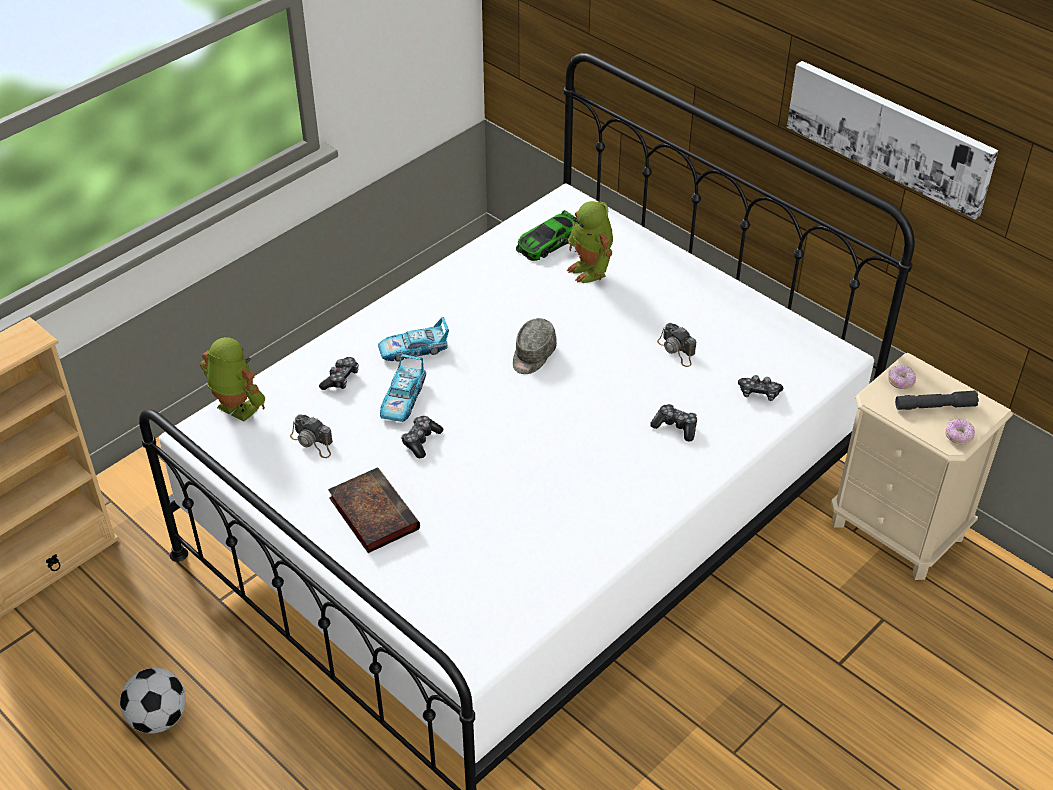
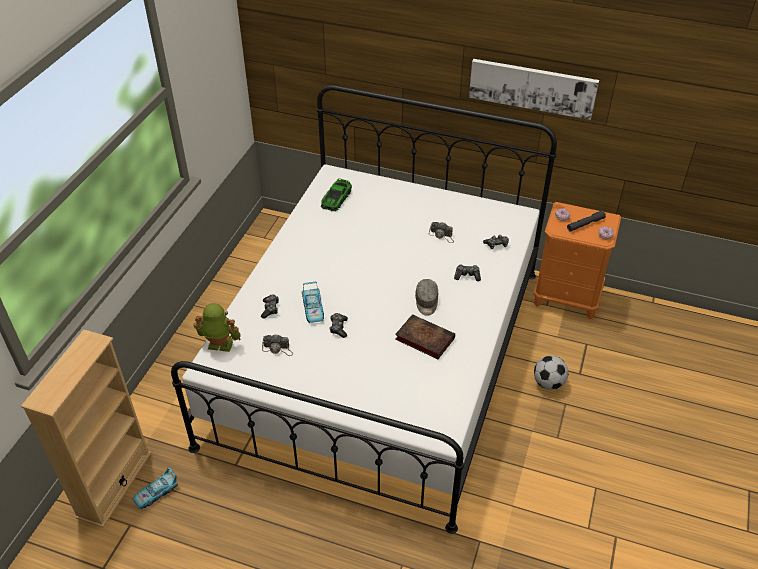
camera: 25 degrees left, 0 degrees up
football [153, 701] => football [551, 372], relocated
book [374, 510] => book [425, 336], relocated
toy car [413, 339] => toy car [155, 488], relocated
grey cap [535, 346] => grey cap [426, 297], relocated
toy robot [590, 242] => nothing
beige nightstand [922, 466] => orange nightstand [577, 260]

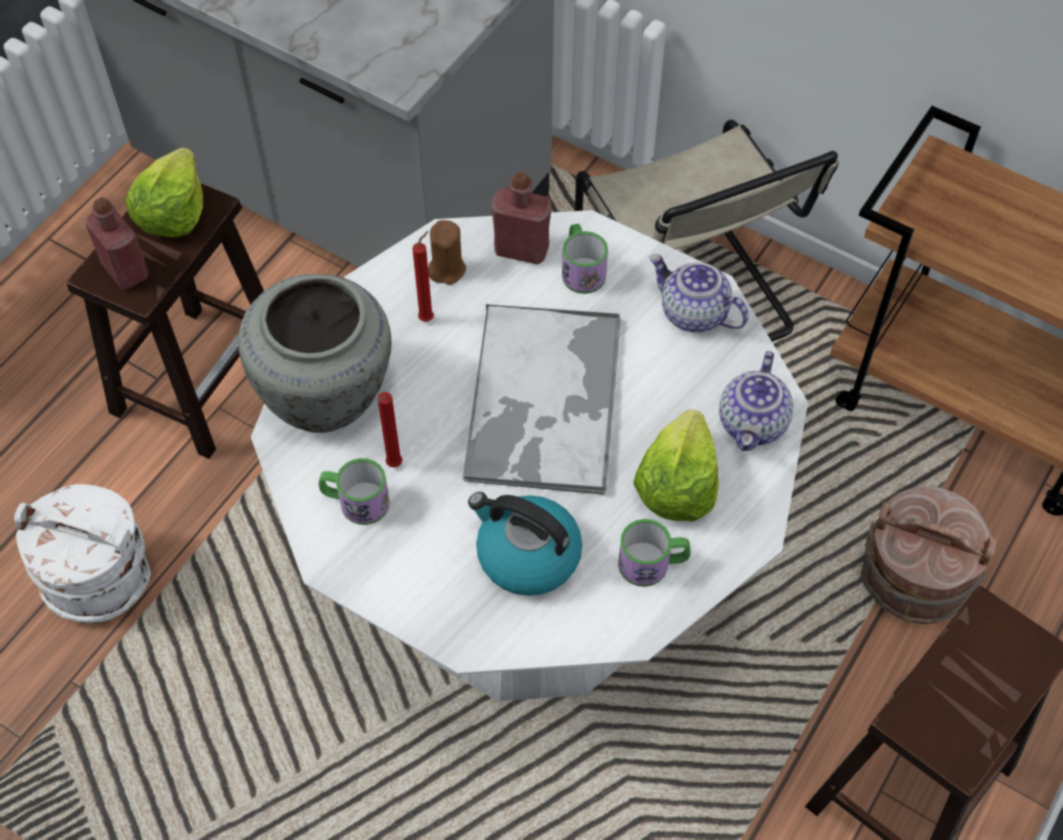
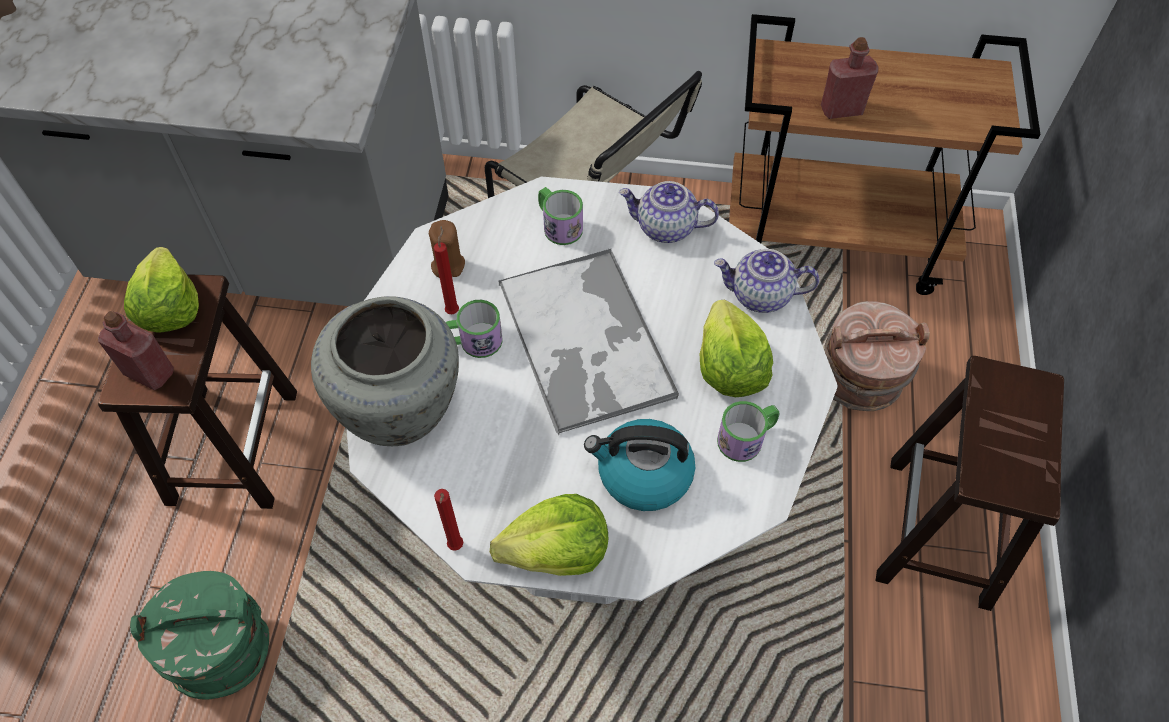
camera: 25 degrees left, 0 degrees up
white bucket [82, 553] => green bucket [199, 635]
mug [354, 491] => mug [474, 329], relocated
red candle [390, 429] => red candle [449, 520], relocated
red bottle [521, 218] => red bottle [850, 78], relocated
teapot [756, 401] => teapot [766, 281], 105 degrees clockwise
nothing => lettuce [549, 535]

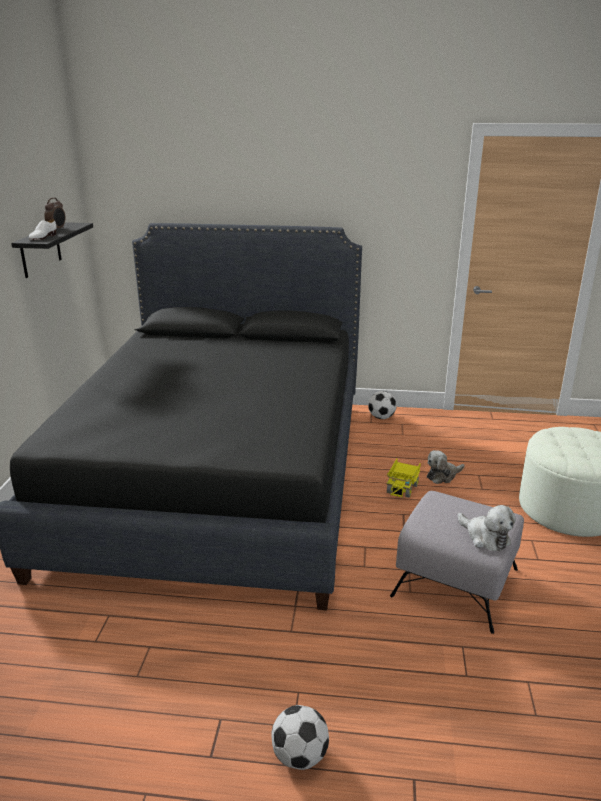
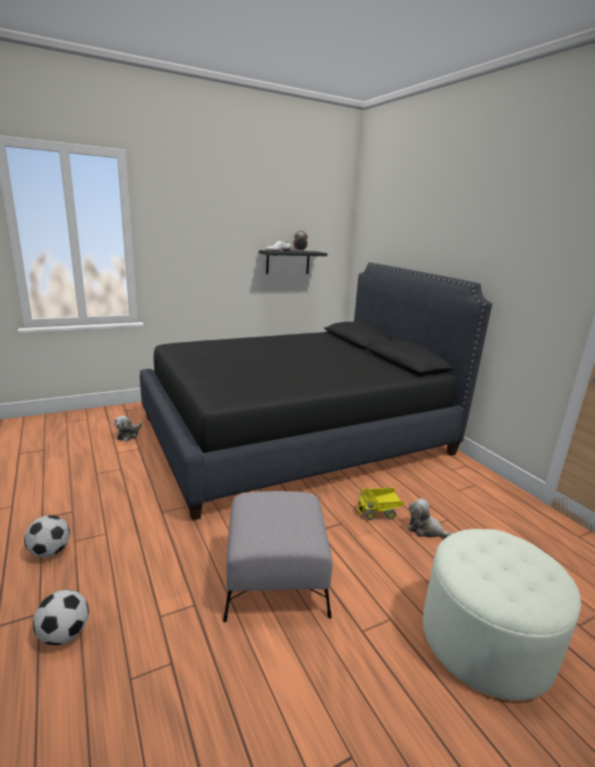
camera: 55 degrees right, 5 degrees down
football [382, 405] => football [61, 617], relocated
plush toy [487, 528] => plush toy [128, 429], relocated

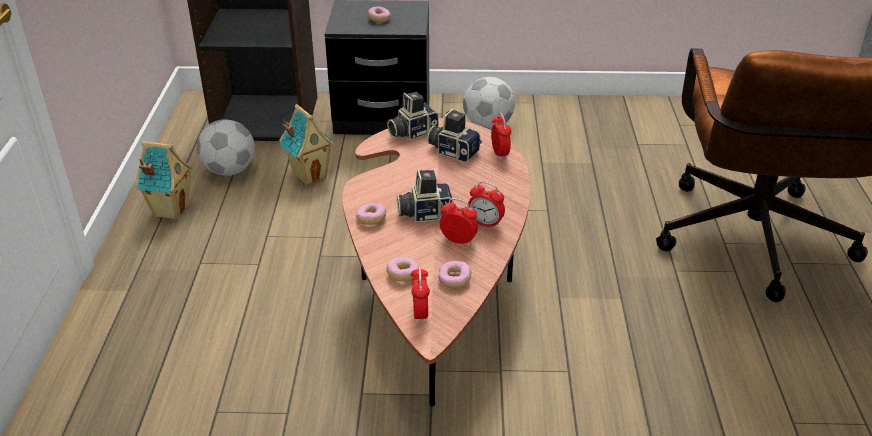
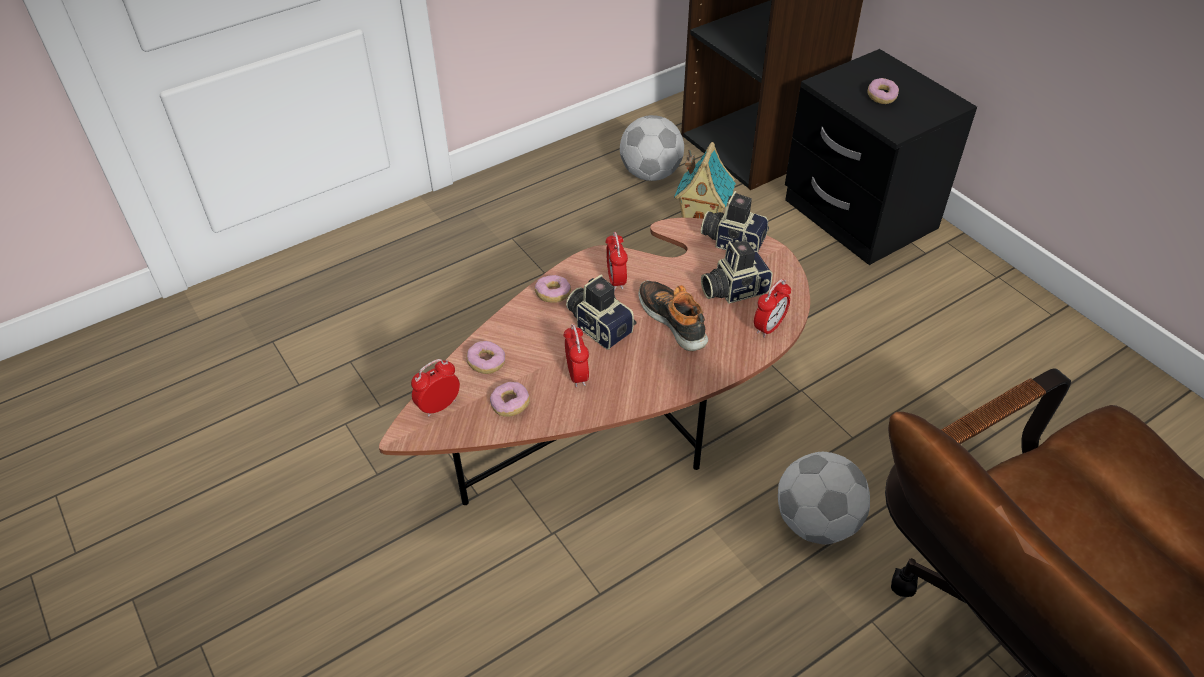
camera: 55 degrees right, 10 degrees up
toy house [163, 180] => nothing
photo camera [454, 135] => photo camera [737, 272], 105 degrees counterclockwise
football [489, 103] => football [824, 498], relocated
alarm clock [486, 205] => alarm clock [616, 261], relocated
nothing => shoe [673, 315]

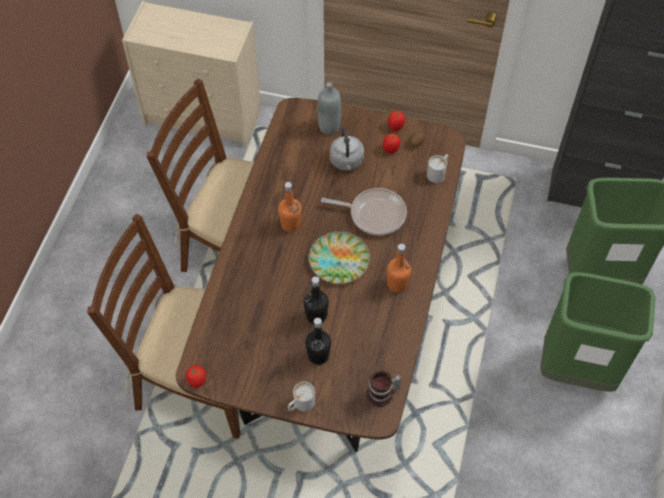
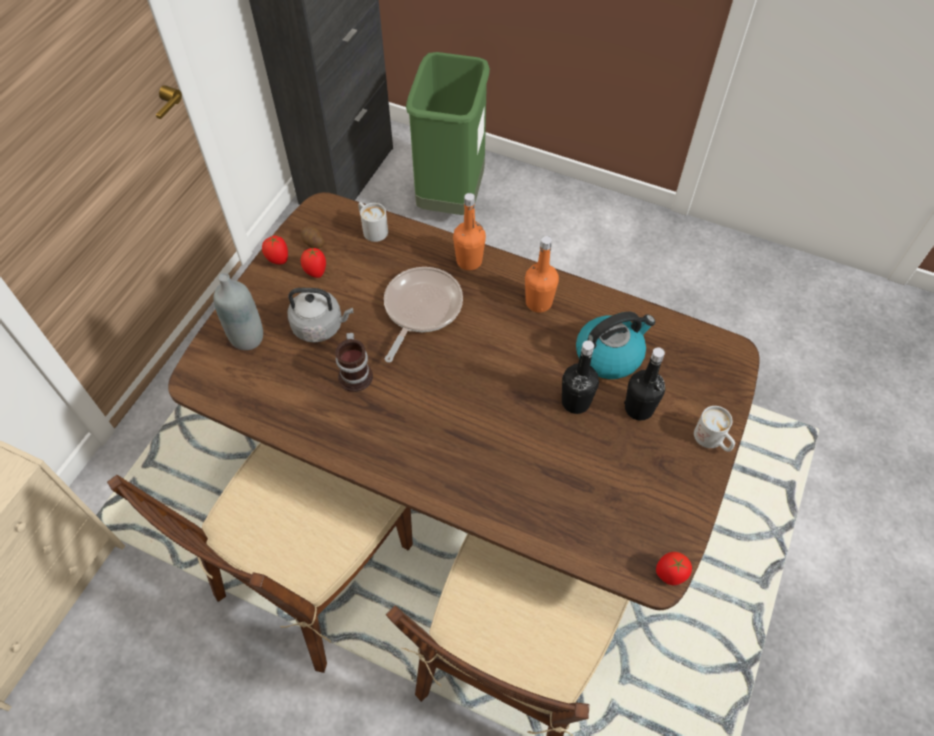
camera: 80 degrees left, 0 degrees up
orange bottle [290, 207] => orange bottle [469, 231], relocated
plate [339, 257] => nothing
mug [384, 389] => mug [354, 362], relocated
green trash can [597, 332] => nothing
nothing => kettle [615, 345]

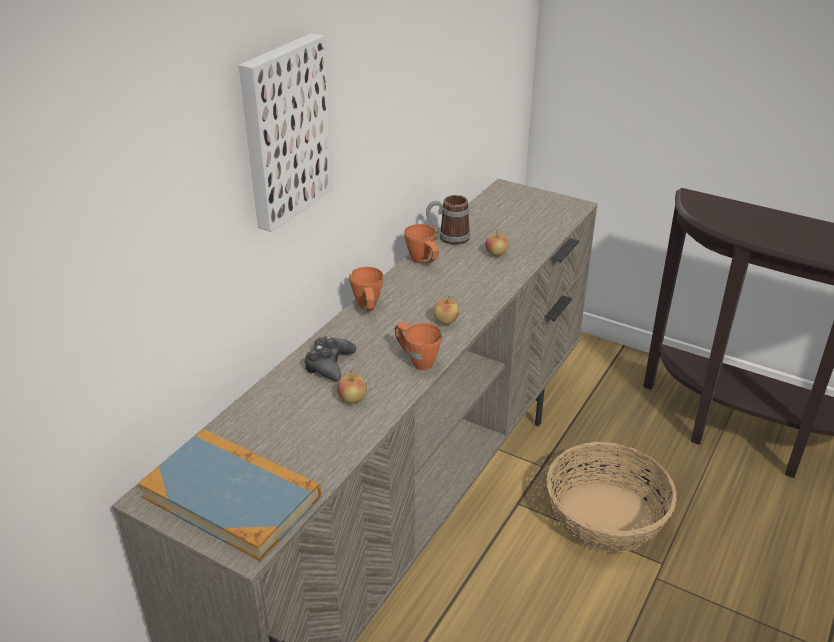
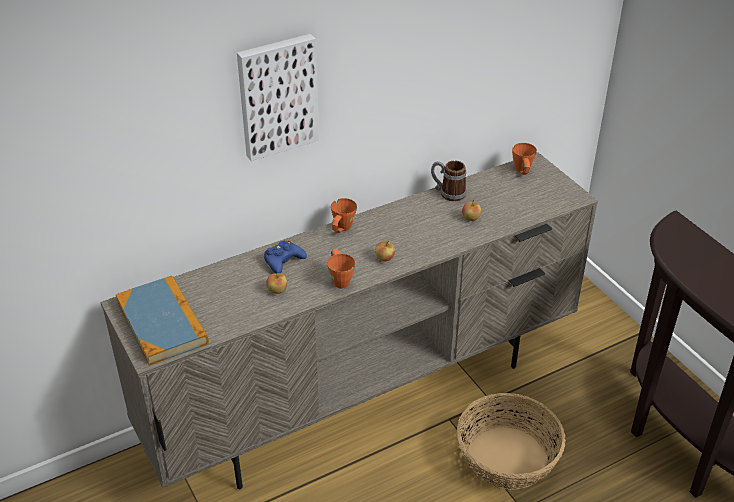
camera: 30 degrees right, 5 degrees up
black game controller [330, 358] => blue game controller [285, 256]
orange mug [421, 243] => orange mug [524, 159], relocated

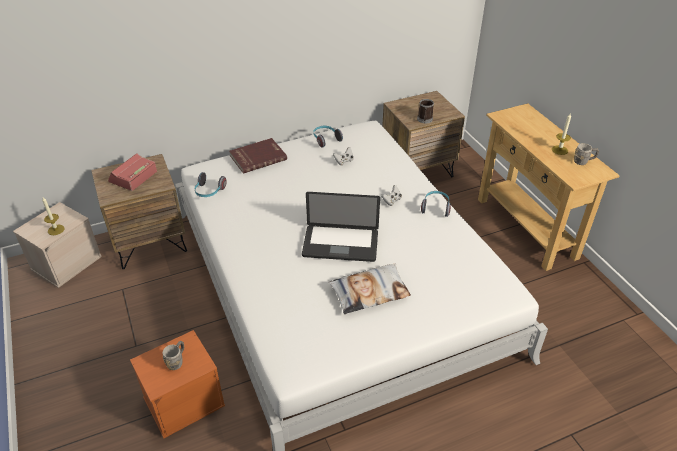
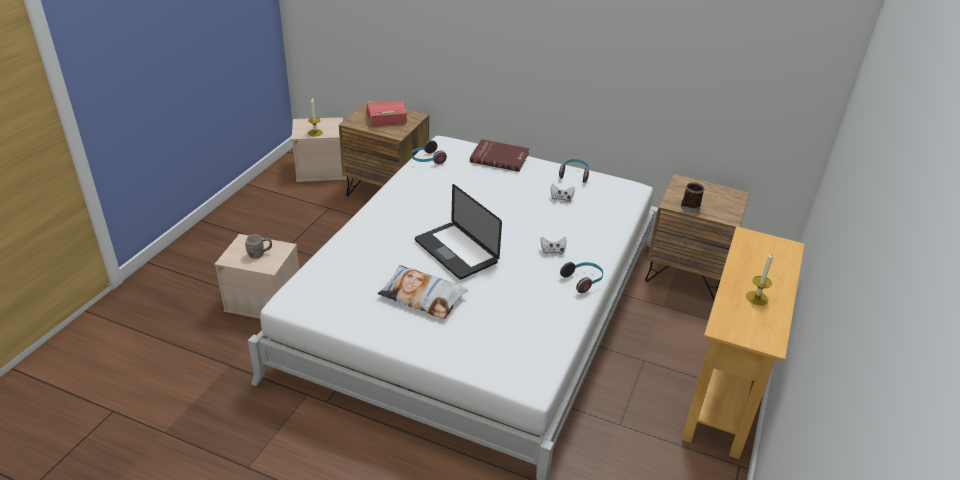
camera: 45 degrees right, 5 degrees down
orange storage box [177, 384] => beige storage box [256, 276]
grey mug [586, 154] => nothing

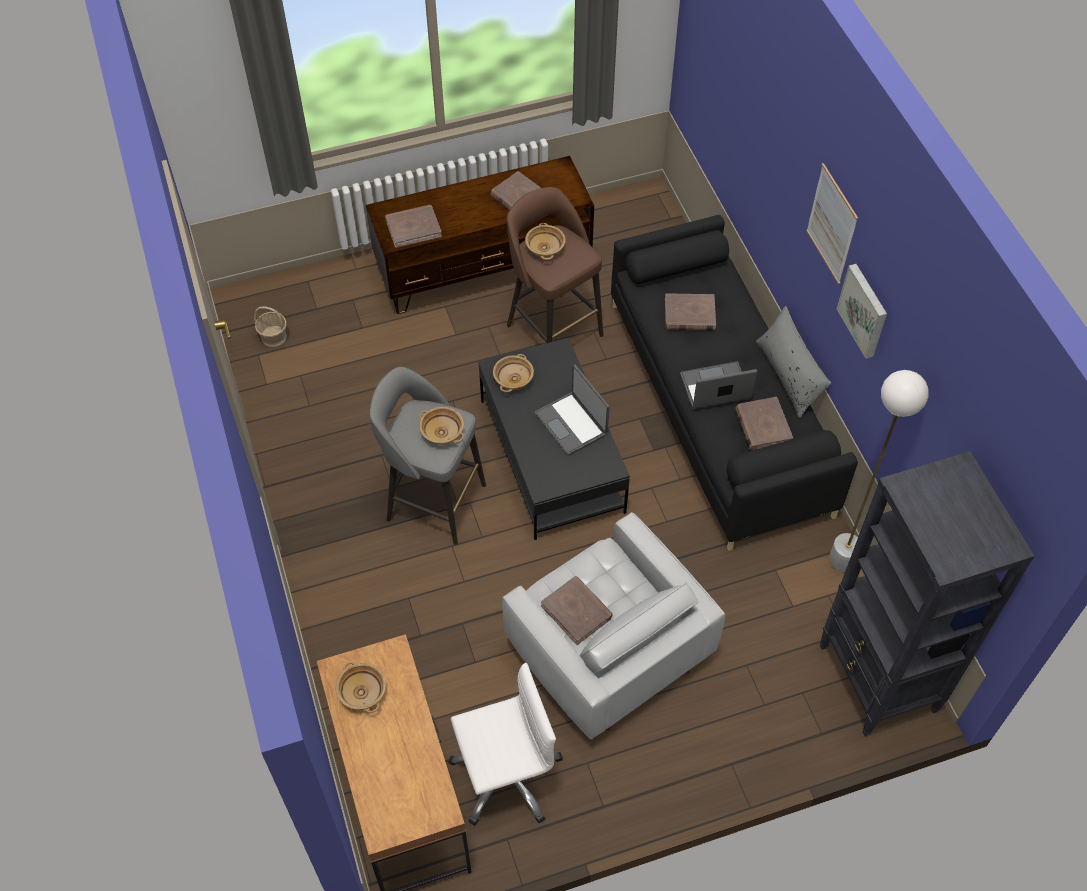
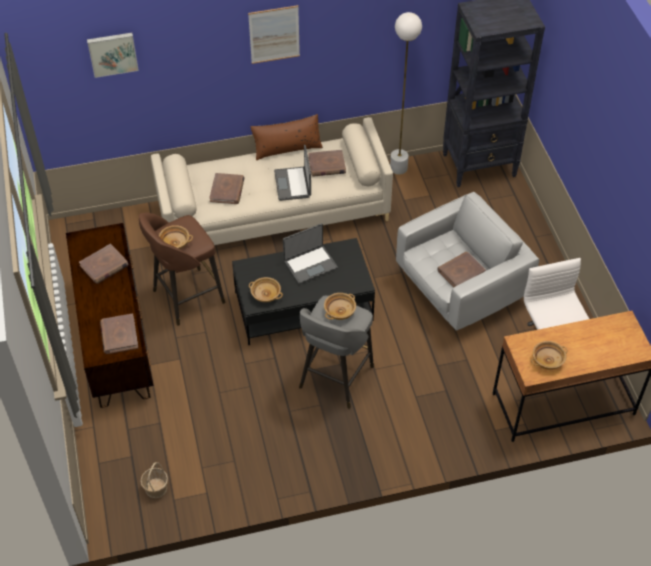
camera: 85 degrees left, 5 degrees down
black sofa [734, 383] => beige sofa [272, 181]
grey pillow [793, 362] => brown pillow [286, 137]
picture [862, 311] => picture [113, 55], relocated

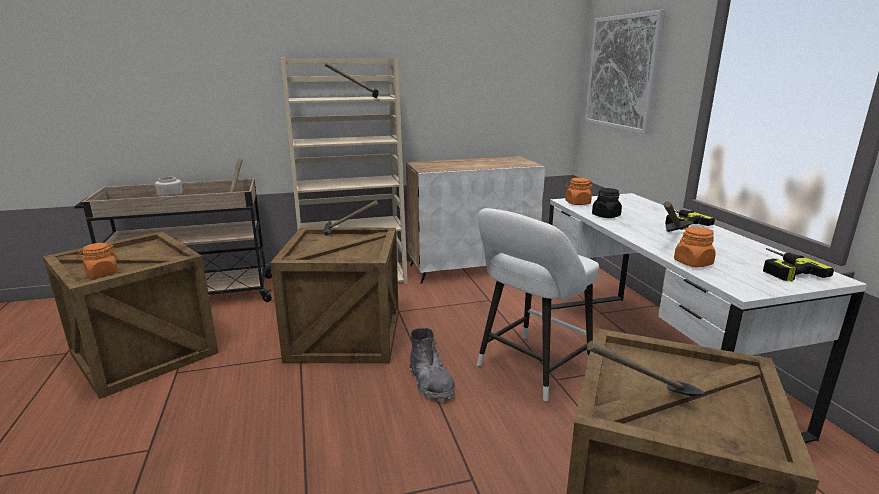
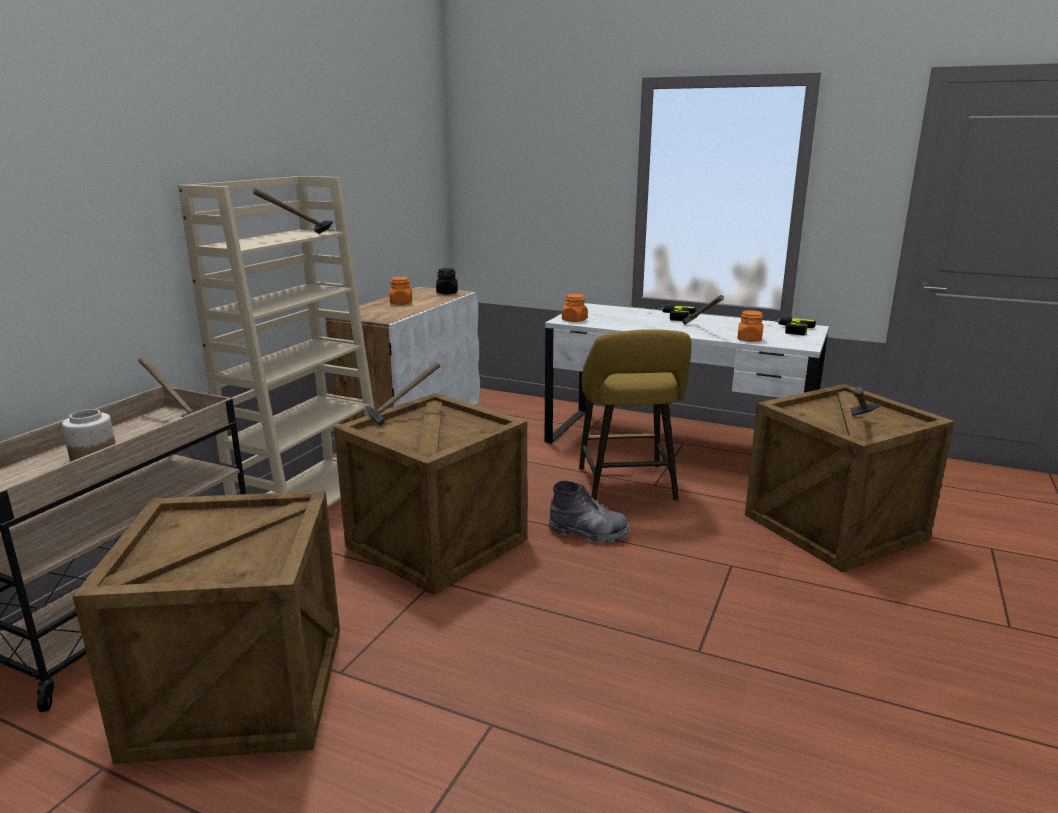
camera: 50 degrees left, 0 degrees up
orange jar [98, 260] => orange jar [400, 291], relocated
white stool [538, 305] => yellow stool [635, 415]
picture [625, 72] => nothing
black jar [607, 203] => black jar [447, 281], relocated

